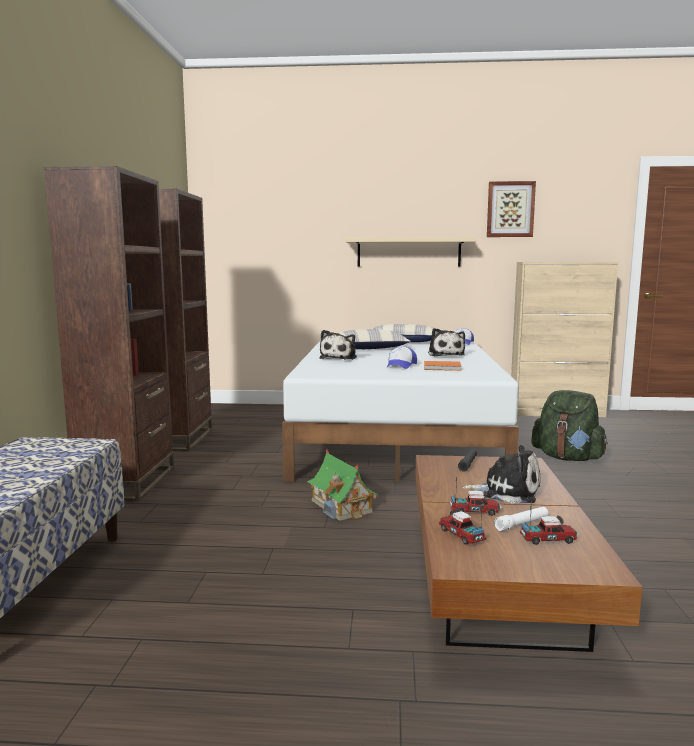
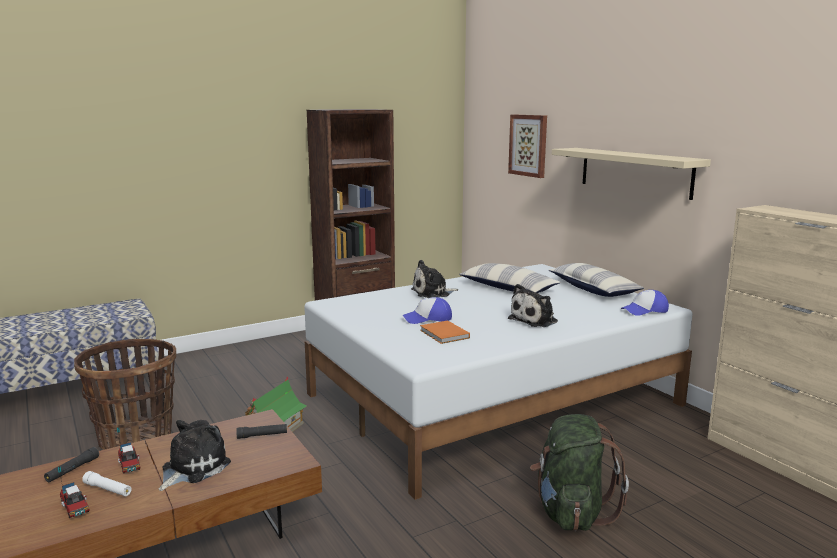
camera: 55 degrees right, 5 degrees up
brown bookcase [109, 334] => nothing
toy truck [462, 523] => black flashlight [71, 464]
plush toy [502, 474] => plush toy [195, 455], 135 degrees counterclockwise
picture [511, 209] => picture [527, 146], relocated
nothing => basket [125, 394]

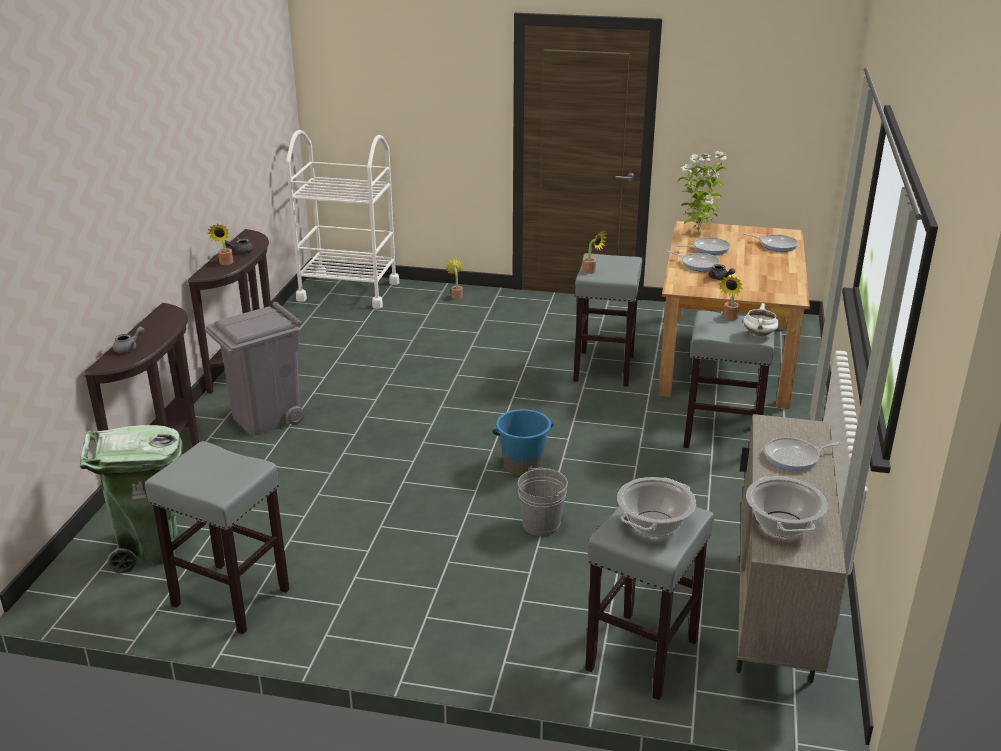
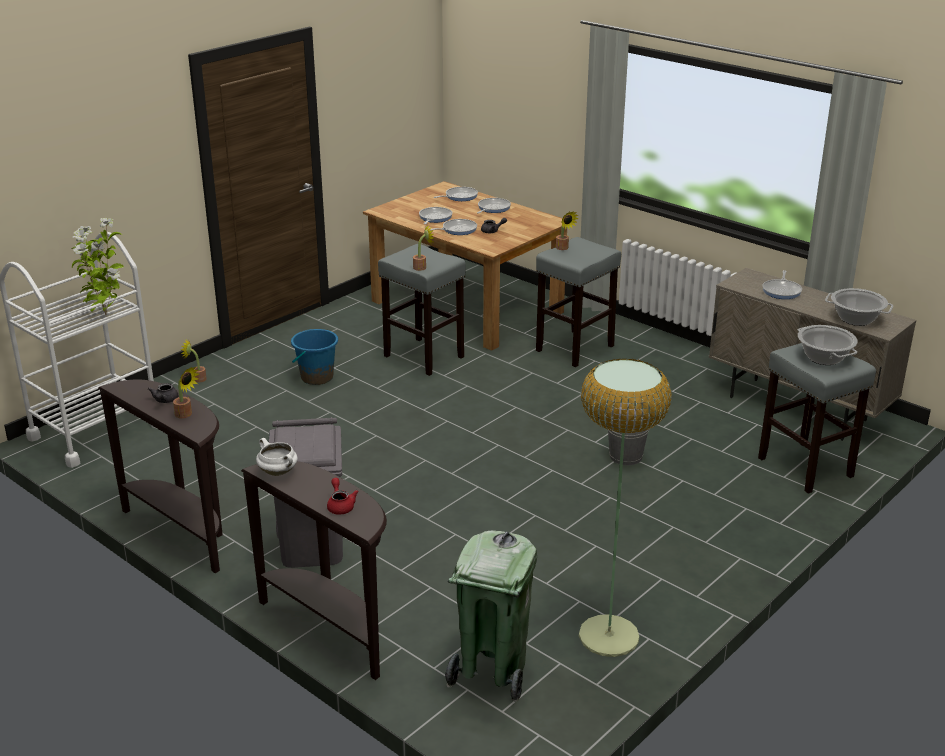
camera: 60 degrees left, 0 degrees up
grey teapot [128, 339] => red teapot [342, 496]
grey stool [217, 537] => floor lamp [625, 508]
blue bucket [523, 442] => blue bucket [314, 357], relocated
potted plant [703, 192] => potted plant [97, 266], relocated
white cooking pot [761, 319] => white cooking pot [277, 457], relocated
nothing => frying pan [494, 206]

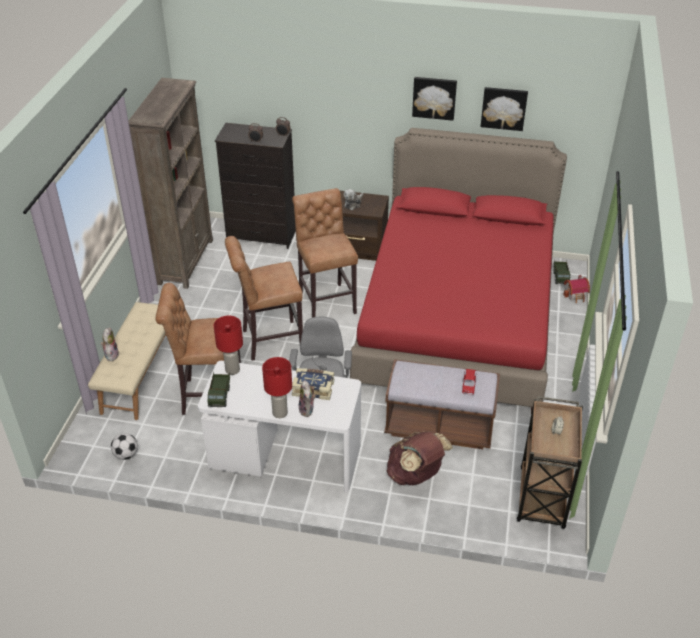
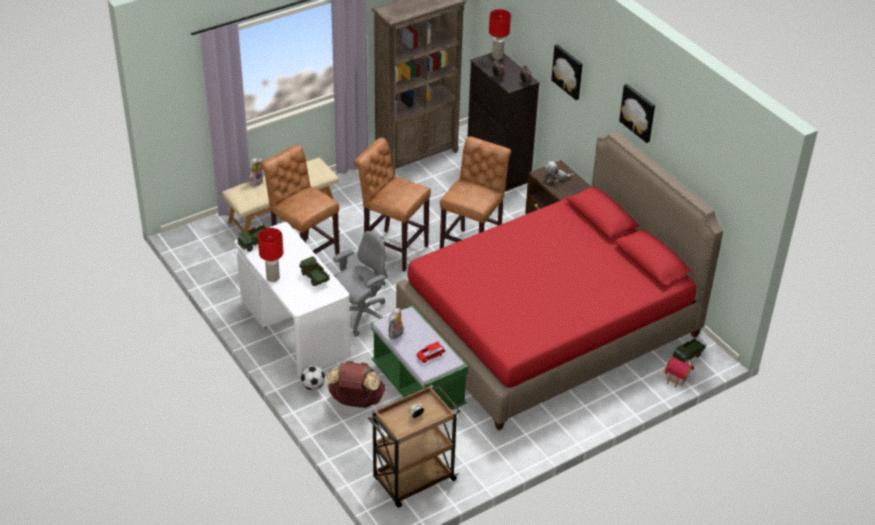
camera: 45 degrees right, 0 degrees up
football [124, 446] => football [312, 377], relocated
red table lamp [228, 345] => red table lamp [500, 34], relocated
book [313, 384] => toy truck [314, 271]
plush toy [307, 398] => plush toy [396, 323], relocated
brown bench [442, 404] => green bench [419, 357]
picture [504, 109] => picture [567, 72], relocated

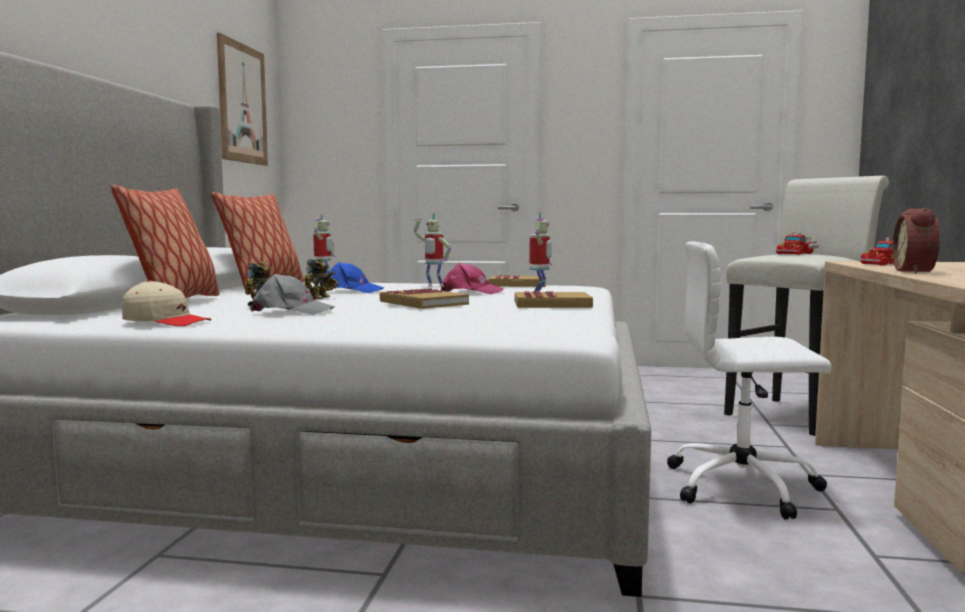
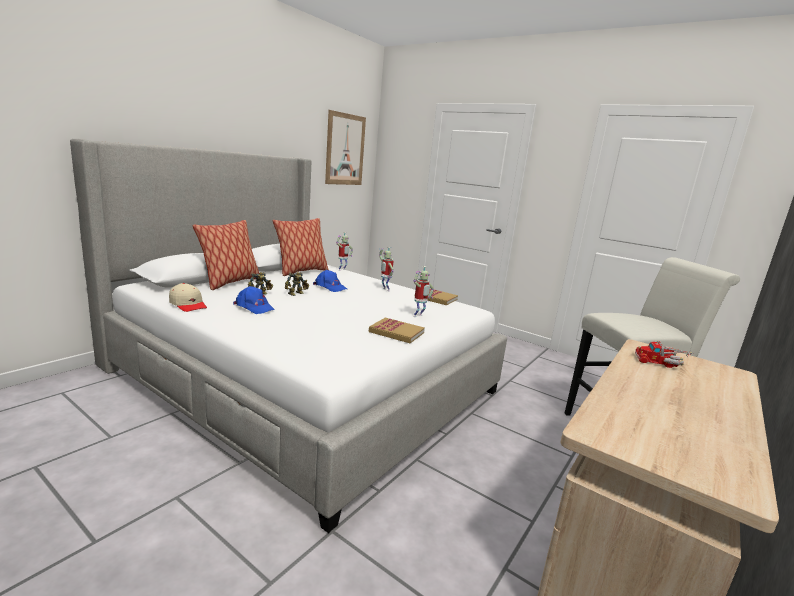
camera: 25 degrees right, 10 degrees up
grey cap [292, 294] => blue cap [254, 300]
book [424, 299] => nothing
pink cap [472, 278] => nothing
white office chair [749, 380] => nothing
toy truck [797, 243] => nothing
alarm clock [916, 240] => nothing

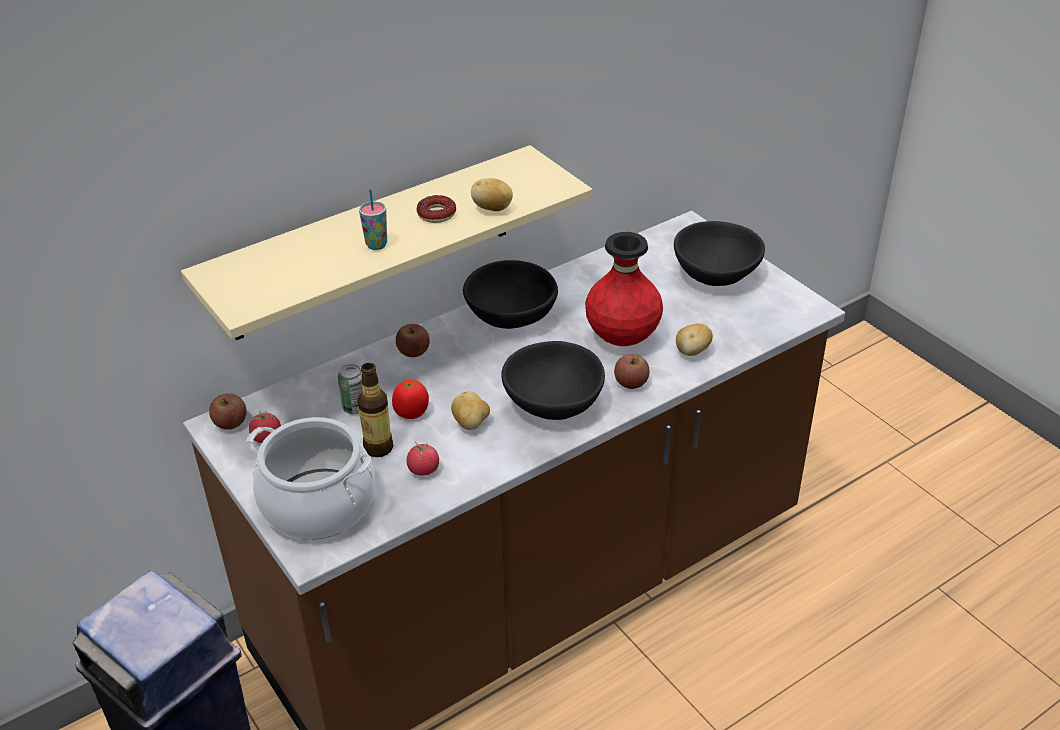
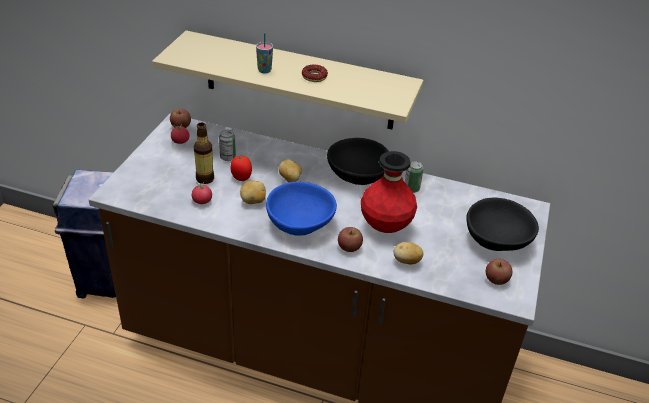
camera: 50 degrees right, 0 degrees up
cooking pot [310, 478] => nothing
apple [413, 340] => apple [499, 272], relocated
potato [492, 194] => potato [290, 170], relocated
black bowl [553, 380] => blue bowl [301, 209]
nothing => can [414, 177]

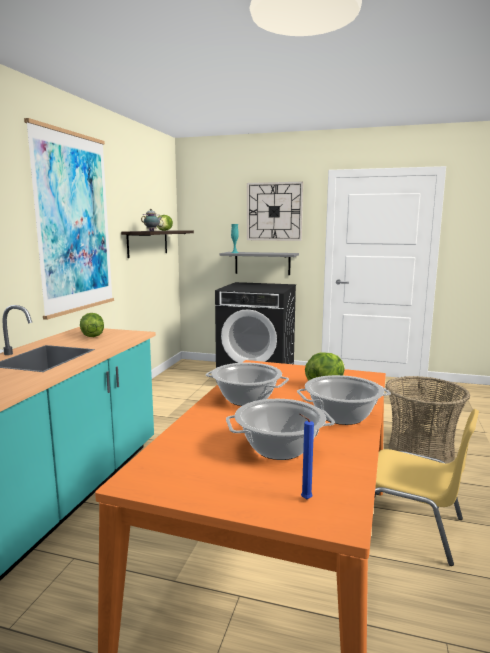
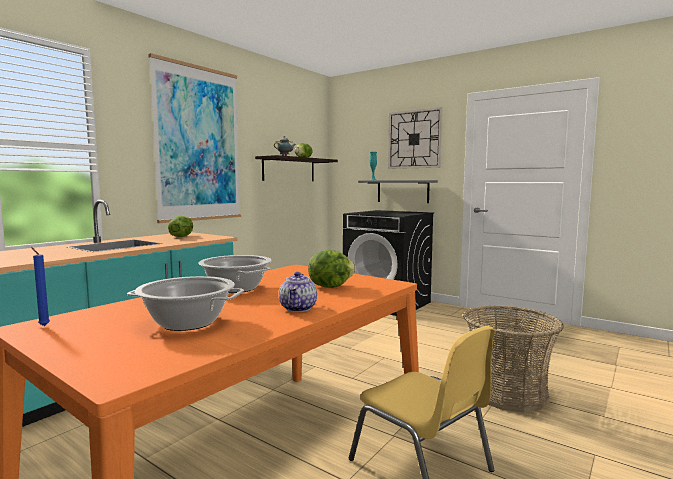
camera: 20 degrees right, 5 degrees down
cooking pot [344, 400] => teapot [298, 292]
blue candle [307, 457] => blue candle [40, 286], relocated

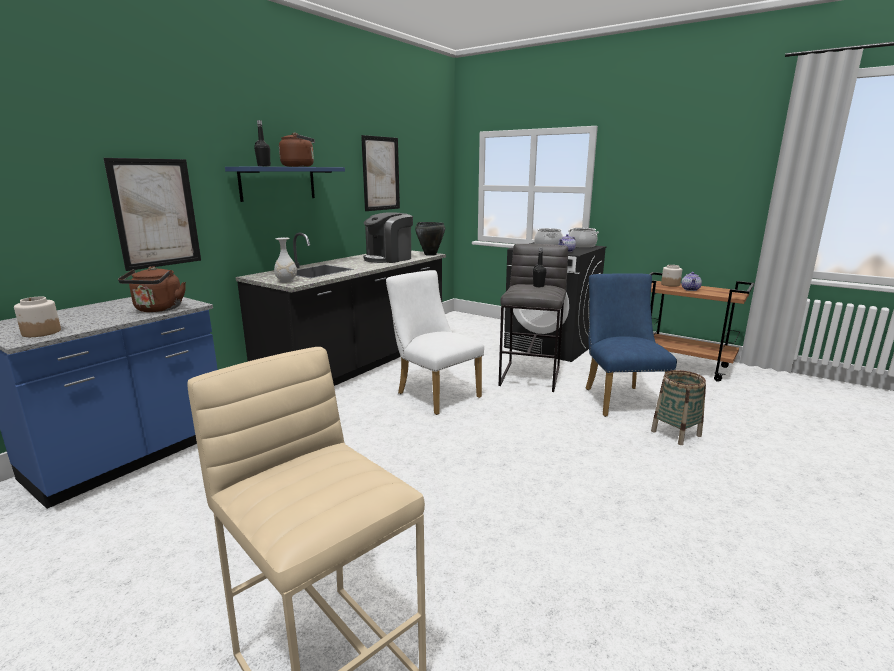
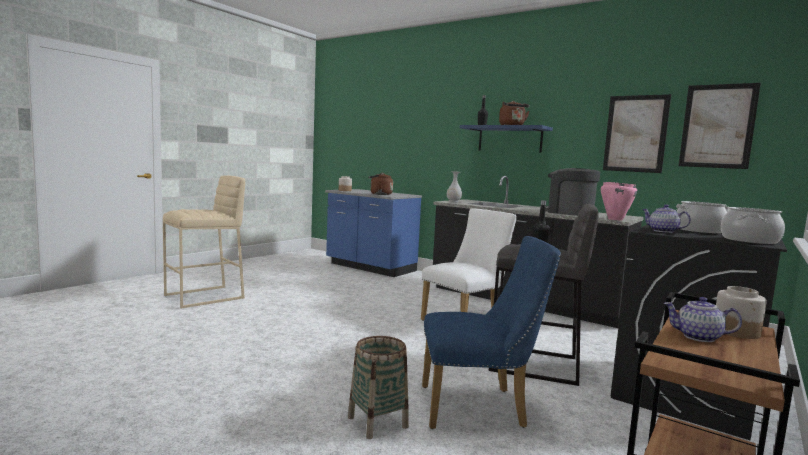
camera: 90 degrees right, 10 degrees down
picture [152, 214] => picture [720, 126], relocated
black cooking pot [430, 239] => pink cooking pot [619, 201]

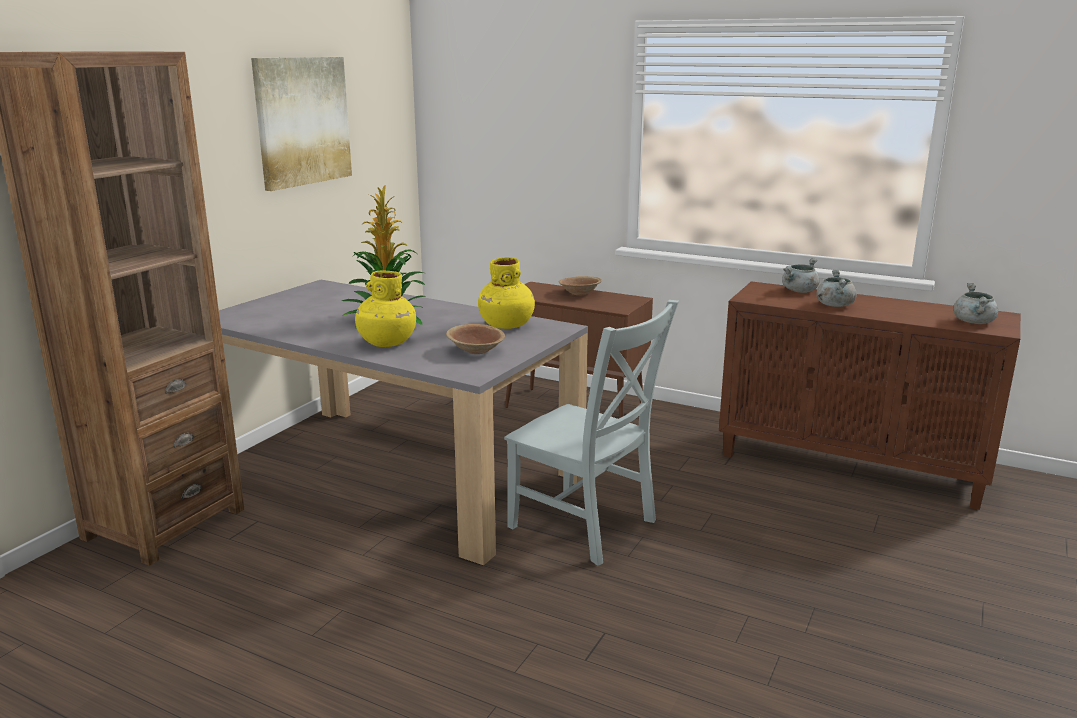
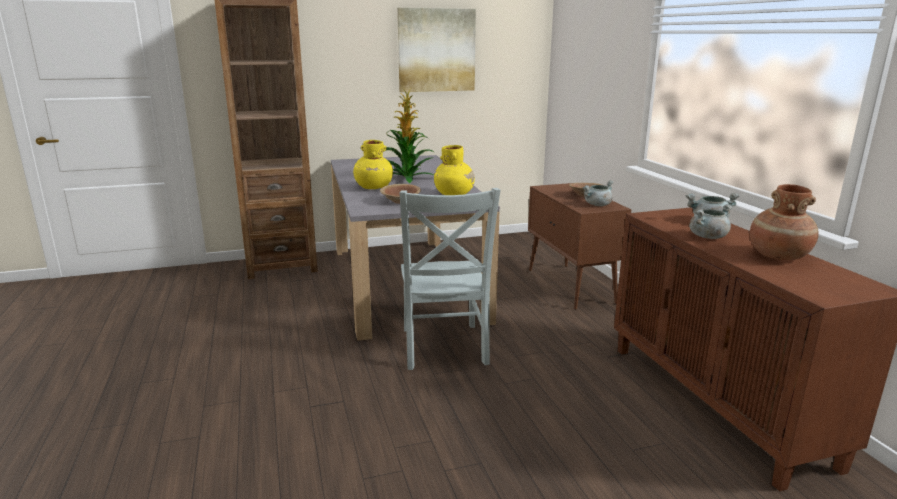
camera: 45 degrees right, 0 degrees up
grey cooking pot [975, 303] => grey cooking pot [598, 193], relocated
nothing => brown vase [784, 222]

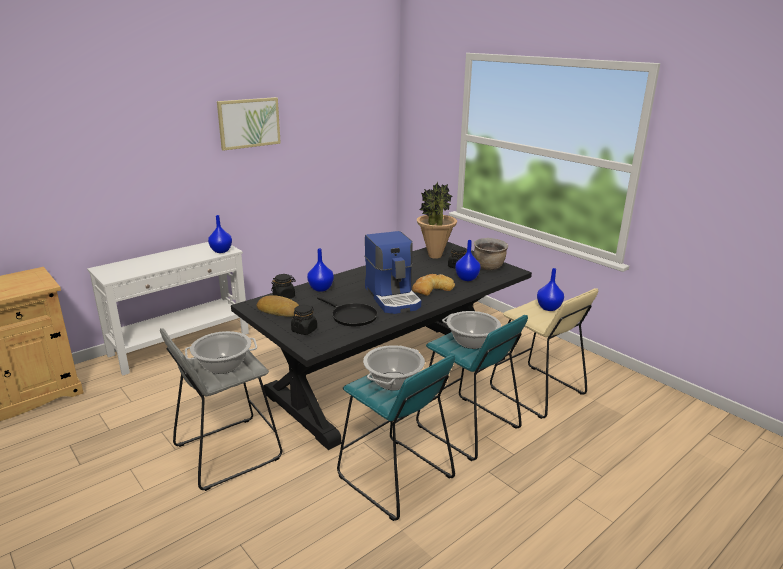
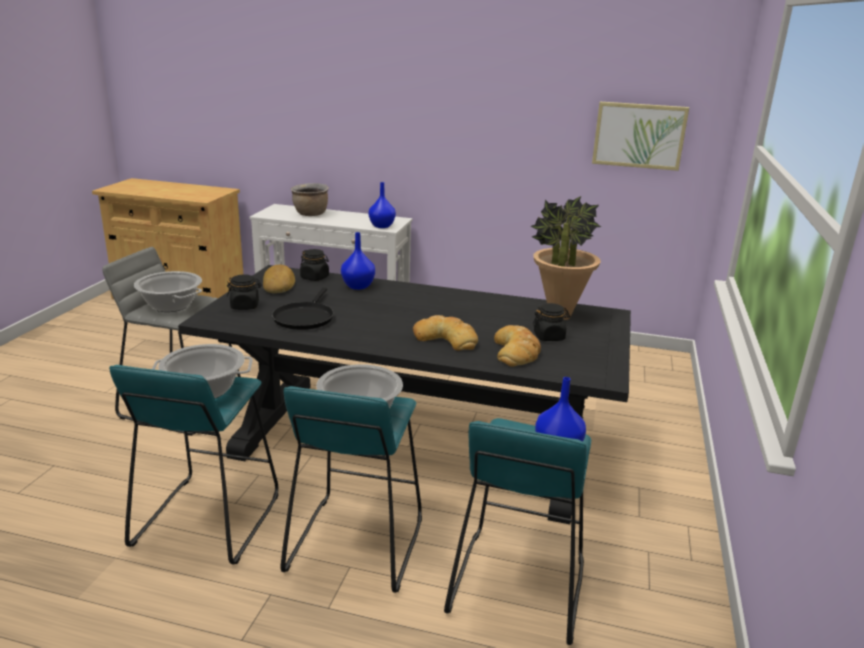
camera: 55 degrees right, 0 degrees up
picture [249, 124] => picture [640, 136], relocated
coffee machine [392, 272] => nothing
blue vase [468, 260] => bread [517, 346]
brown cooking pot [491, 254] => brown cooking pot [310, 199], relocated
beige stool [544, 353] => turquoise stool [517, 531]

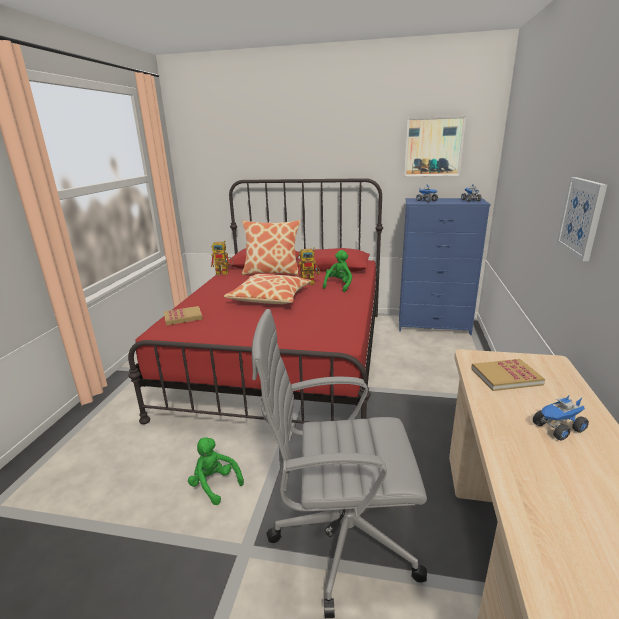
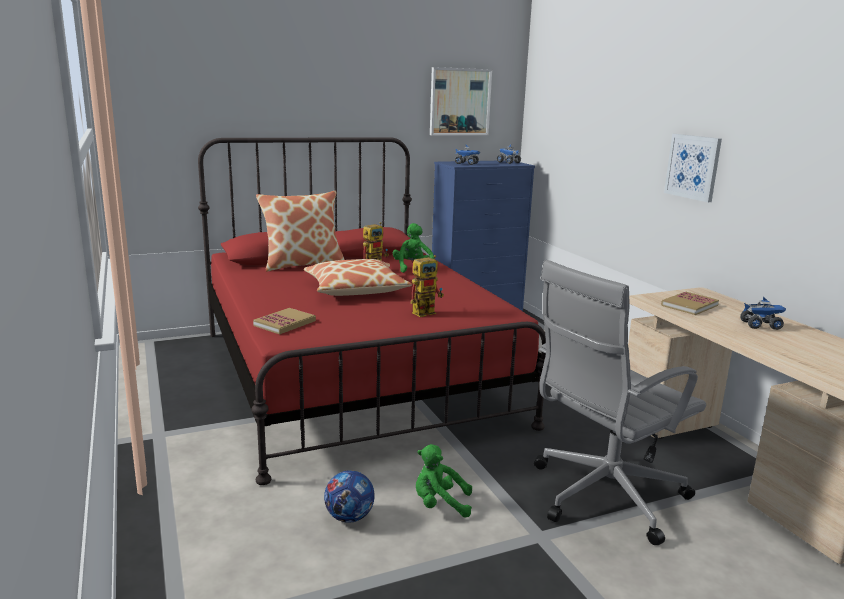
camera: 35 degrees left, 5 degrees down
toy robot [222, 258] => toy robot [427, 286], relocated
toy truck [561, 418] => toy truck [763, 313], 120 degrees counterclockwise
nothing => football [349, 496]

